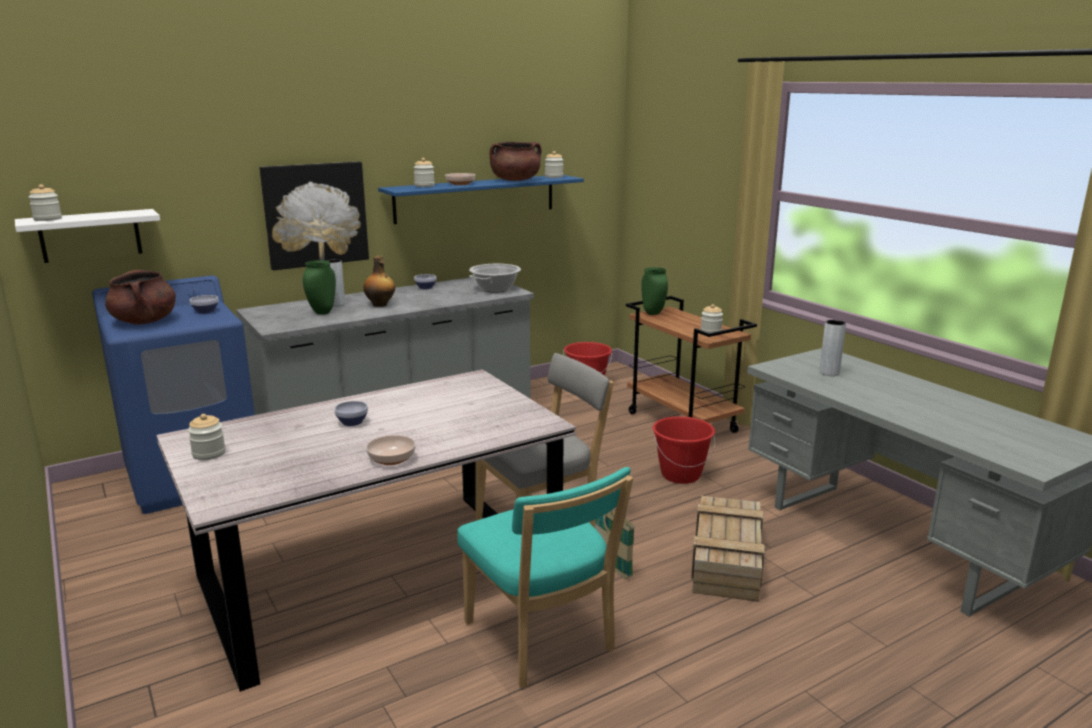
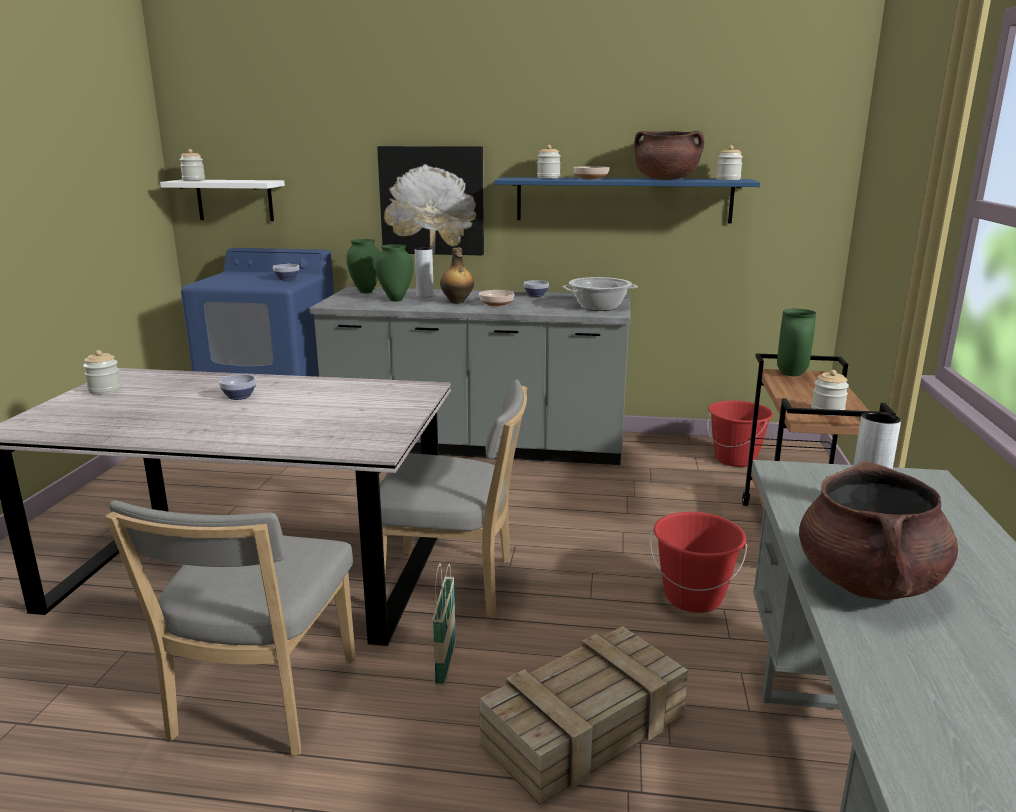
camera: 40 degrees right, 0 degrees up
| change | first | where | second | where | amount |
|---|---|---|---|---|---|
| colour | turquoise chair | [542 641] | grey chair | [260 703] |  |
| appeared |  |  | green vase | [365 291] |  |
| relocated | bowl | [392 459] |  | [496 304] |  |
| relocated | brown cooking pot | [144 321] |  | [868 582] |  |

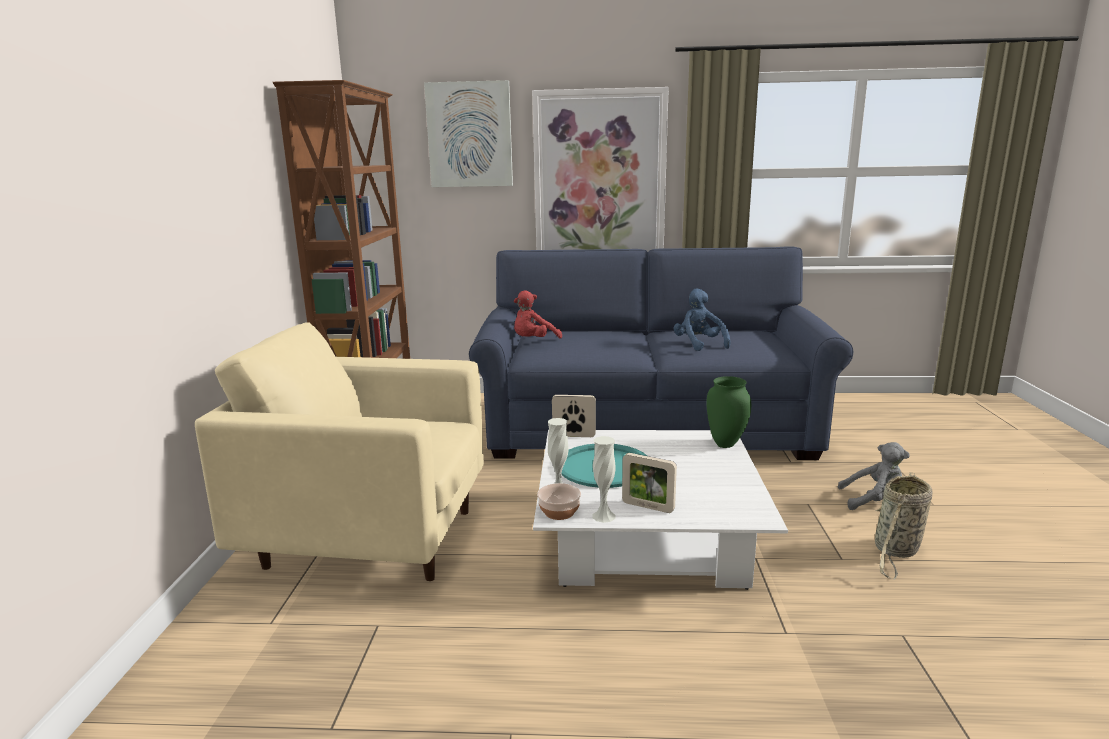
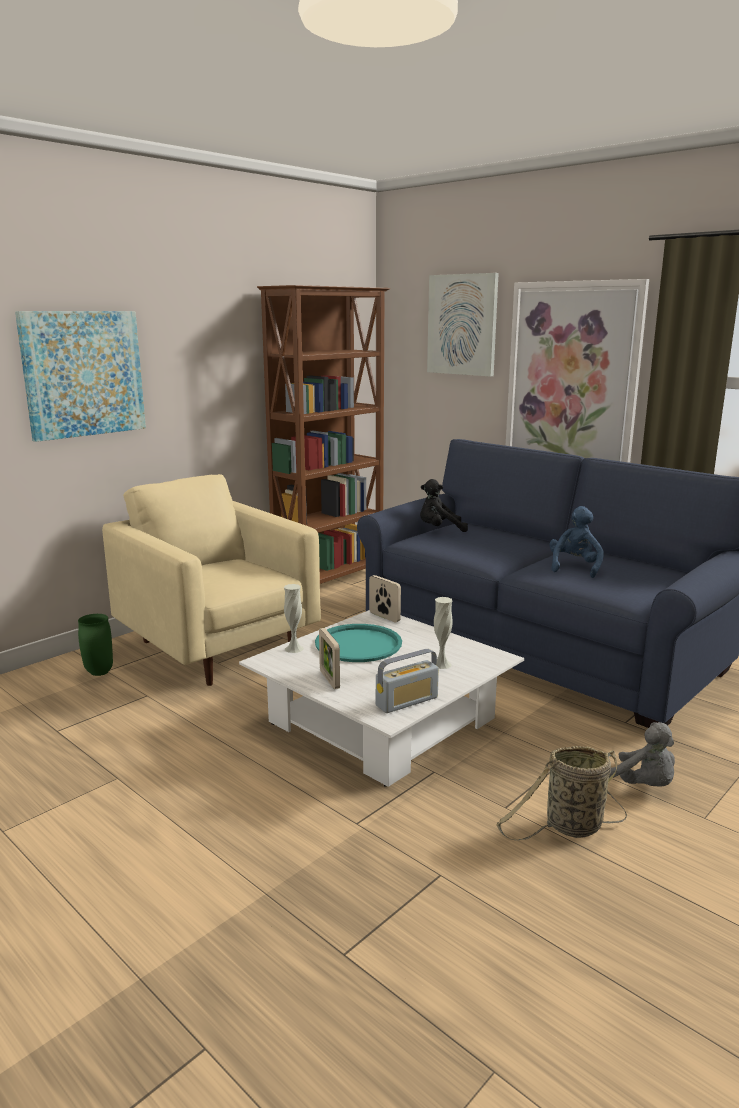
camera: 40 degrees right, 0 degrees up
| change | first | where | second | where | amount |
|---|---|---|---|---|---|
| appeared |  |  | picture | [83 374] |  |
| relocated | green vase | [725 444] |  | [98 672] |  |
| appeared |  |  | radio | [407 701] |  |
| colour | red plush toy | [533 341] | black plush toy | [440 530] |  |
| relocated | white vase | [603 516] |  | [441 664] |  |
| missing | bowl | [559 512] |  |  |  |

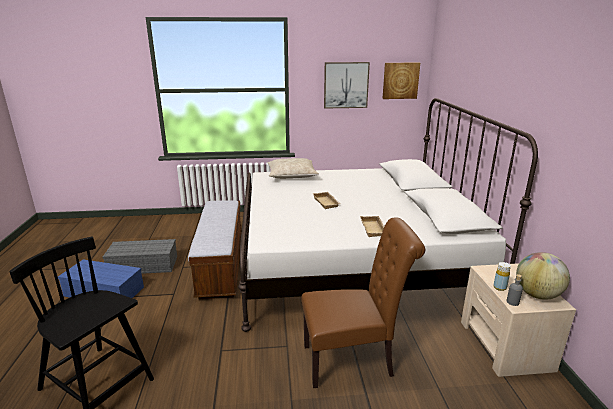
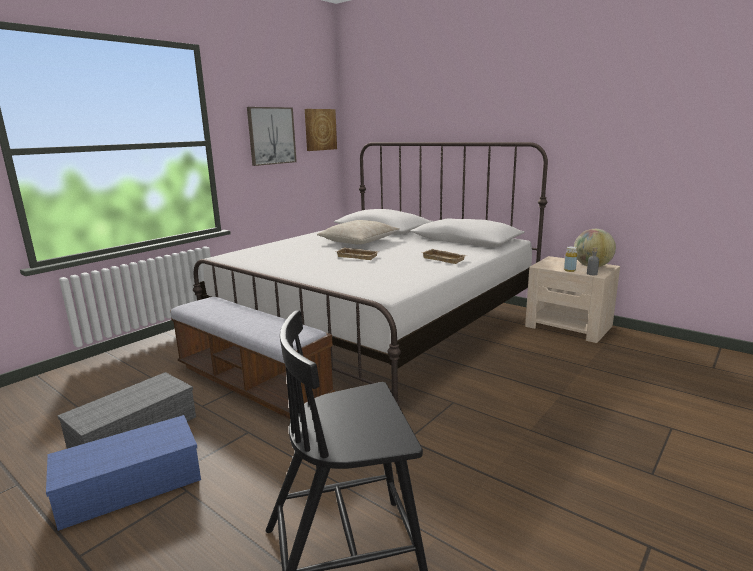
camera: 45 degrees left, 5 degrees down
| change | first | where | second | where | amount |
|---|---|---|---|---|---|
| relocated | beige pillow | [291 175] |  | [358 241] |  |
| missing | brown chair | [353 360] |  |  |  |

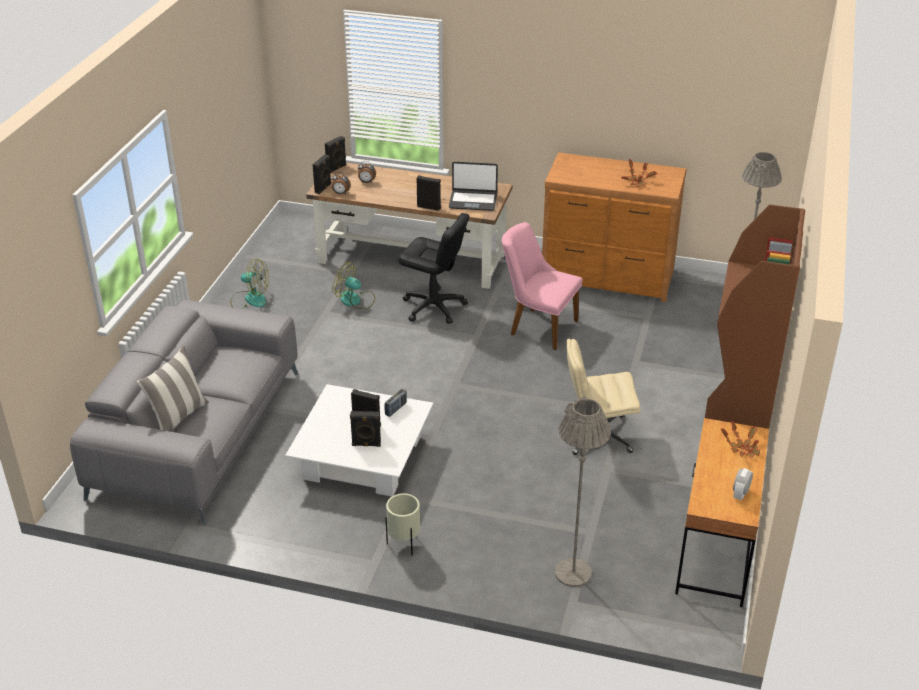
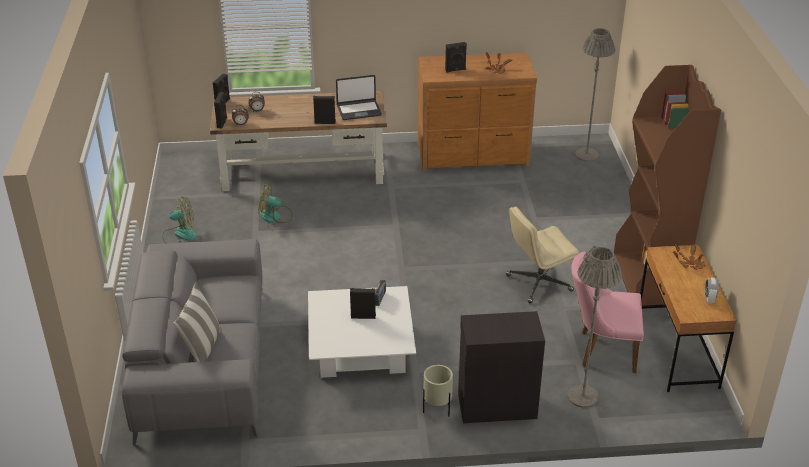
camera: 20 degrees left, 0 degrees up
| change | first | where | second | where | amount |
|---|---|---|---|---|---|
| relocated | black speaker | [366 445] |  | [455 70] |  |
| appeared |  |  | black cabinet | [496 405] |  |
| relocated | pink chair | [537 326] |  | [601 350] |  |
| missing | black office chair | [433 307] |  |  |  |

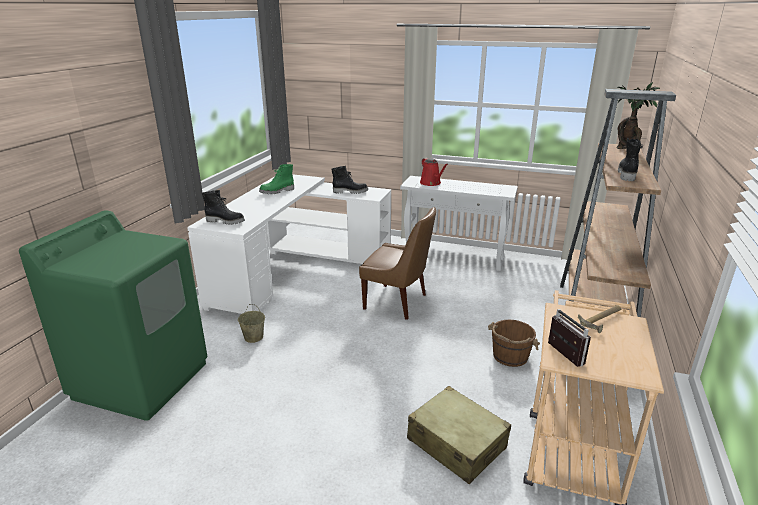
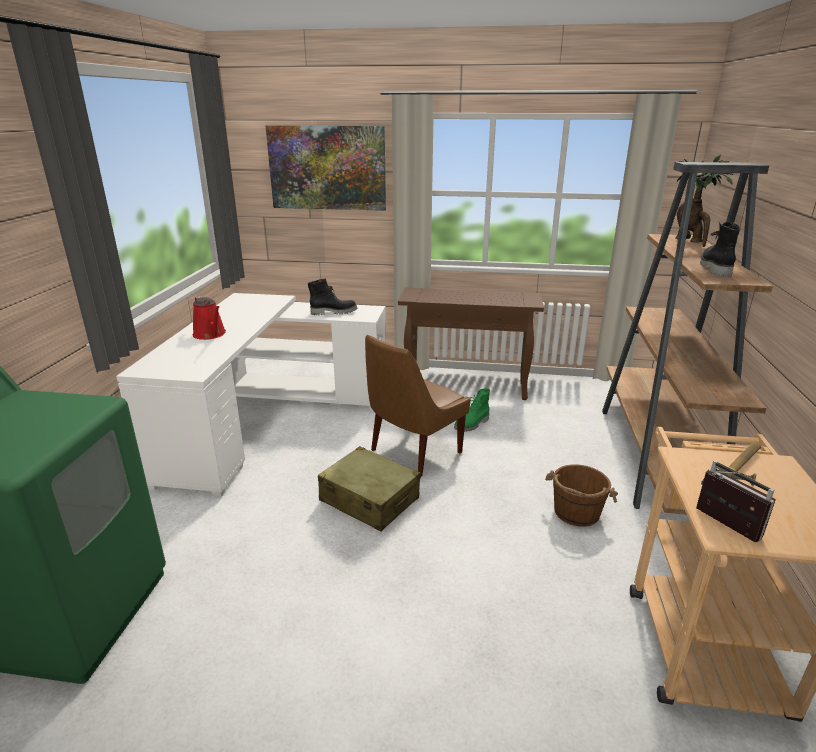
camera: 10 degrees left, 0 degrees up
| change | first | where | second | where | amount |
|---|---|---|---|---|---|
| relocated | red watering can | [431 183] |  | [210 334] |  |
| appeared |  |  | picture | [327 168] |  |
| relocated | beige suitcase | [456 444] |  | [369 500] |  |
| spun | brown chair | [397 302] |  | [413 452] | 120 degrees clockwise |
| colour | white console table | [455 258] | brown console table | [467 387] |  |
| relocated | green boot | [277 191] |  | [472 425] |  |
| missing | black boot | [226 221] |  |  |  |
| missing | beige bucket | [253 337] |  |  |  |

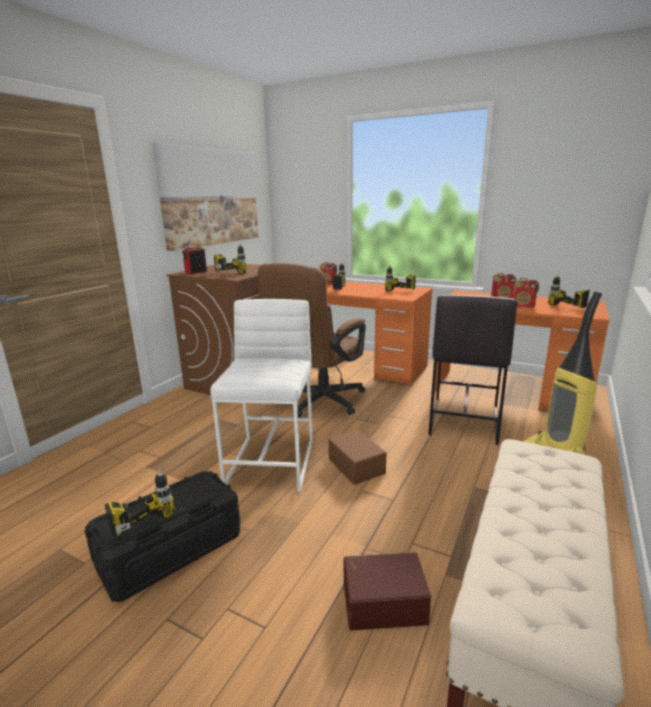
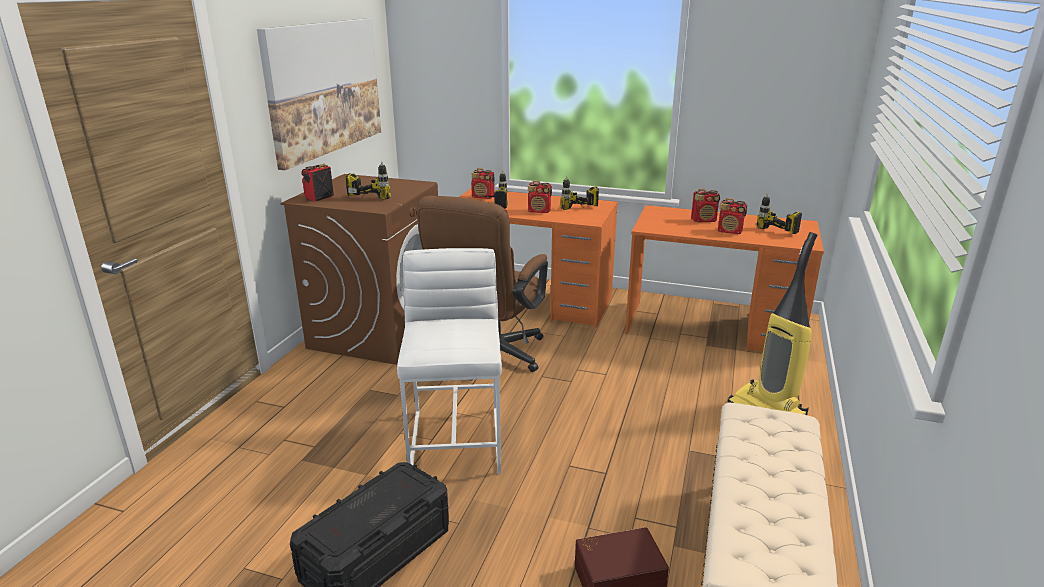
camera: 10 degrees left, 5 degrees up
| change | first | where | second | where | amount |
|---|---|---|---|---|---|
| appeared |  |  | radio | [539 211] |  |
| missing | power drill | [139 512] |  |  |  |
| missing | brown storage box | [357 465] |  |  |  |
| missing | grey stool | [463 421] |  |  |  |

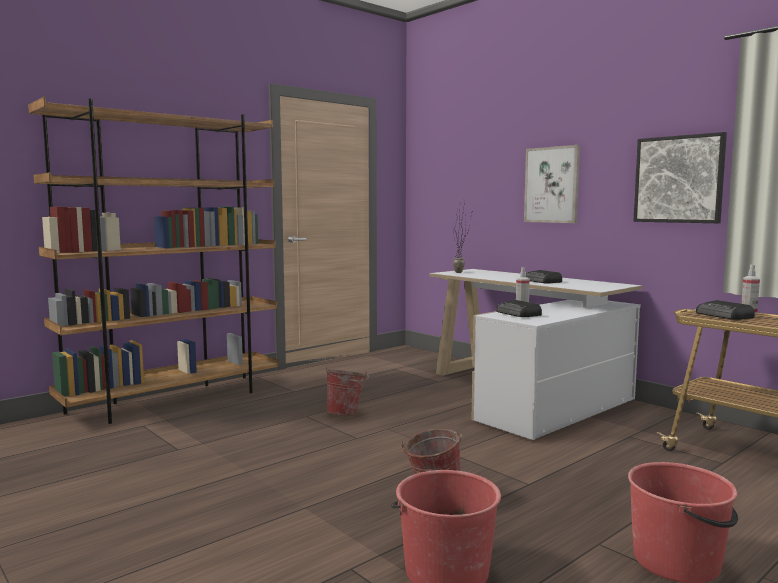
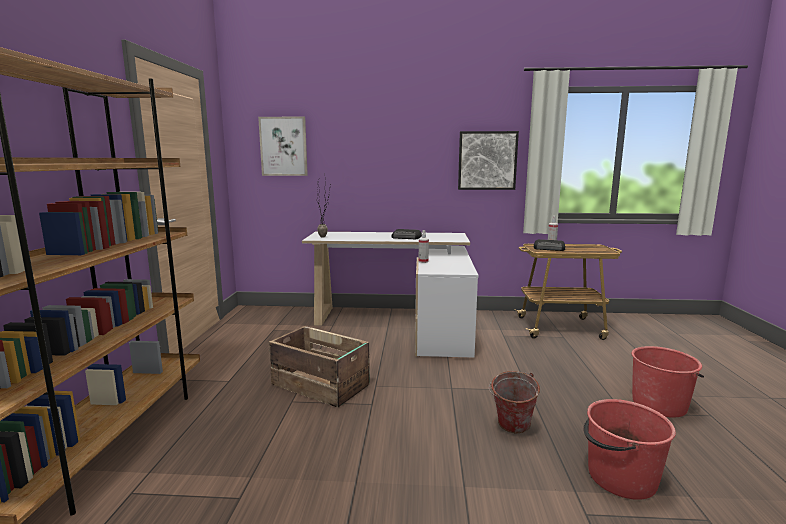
camera: 45 degrees left, 5 degrees up
| change | first | where | second | where | amount |
|---|---|---|---|---|---|
| relocated | picture | [552 185] |  | [283 146] |  |
| exchanged | bucket | [347 414] | crate | [321 385] |  |
| missing | radio | [519 314] |  |  |  |

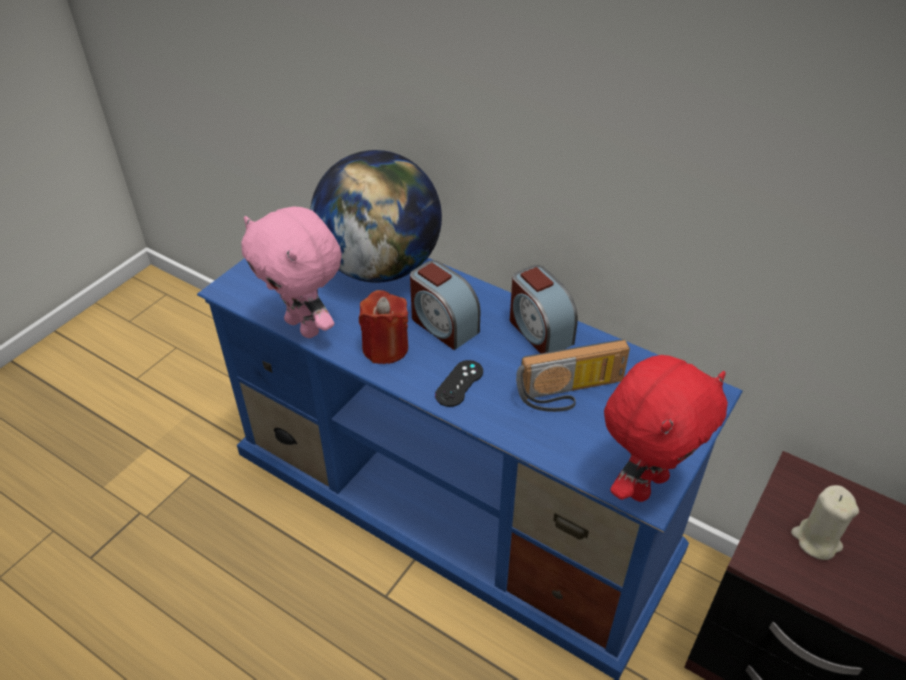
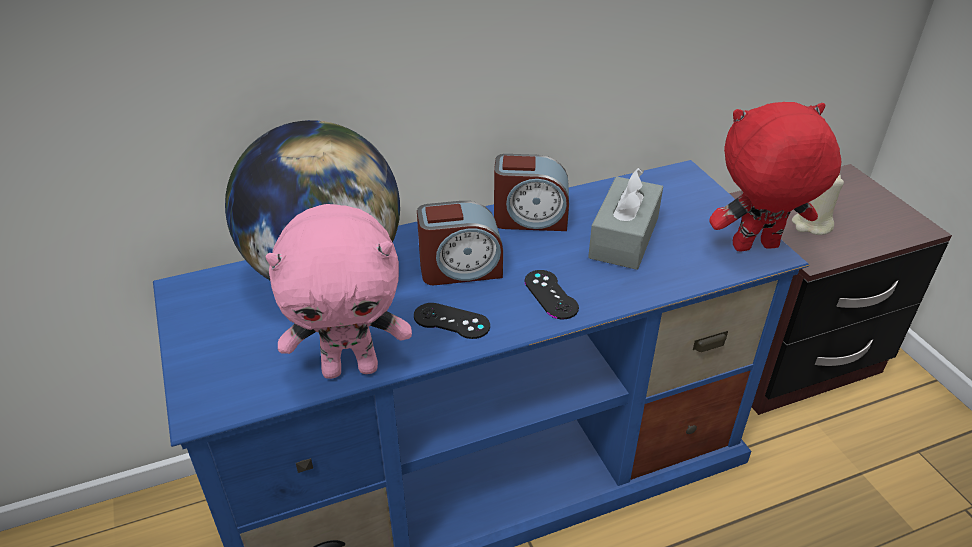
camera: 55 degrees left, 5 degrees down
| change | first | where | second | where | amount |
|---|---|---|---|---|---|
| exchanged | red candle | [385 348] | black game controller | [451 321] |  |
| exchanged | radio | [571 394] | grey tissue box | [624 238] |  |
| spun | red plush toy | [645 483] |  | [755 248] | 90 degrees counterclockwise |

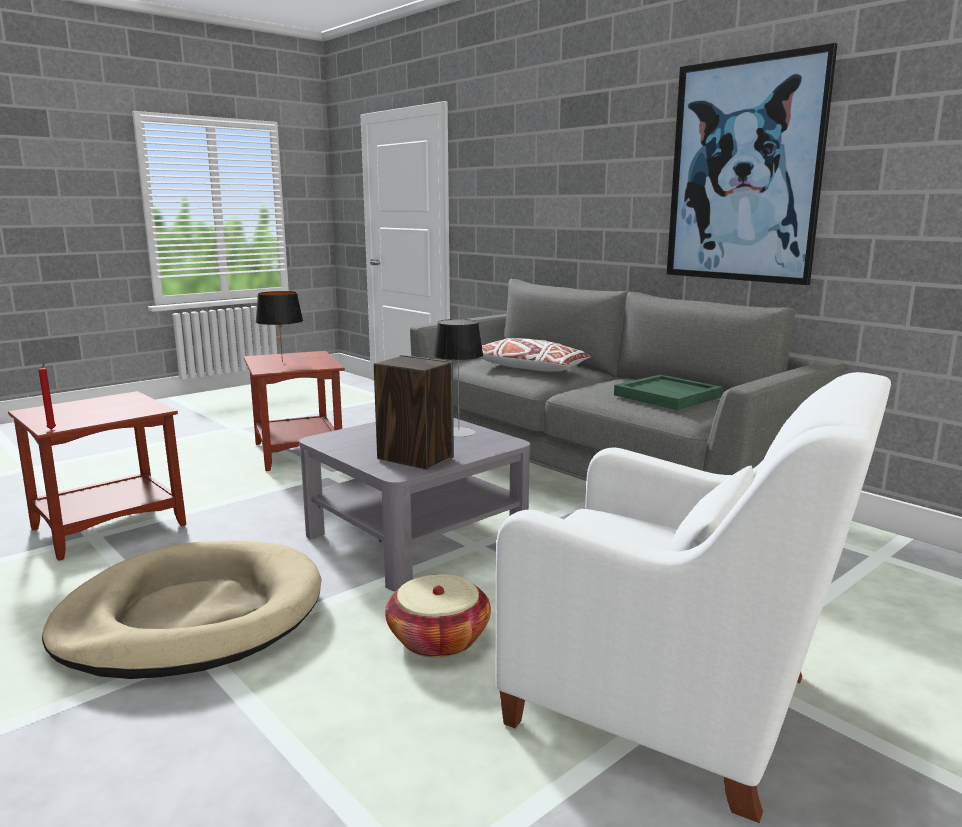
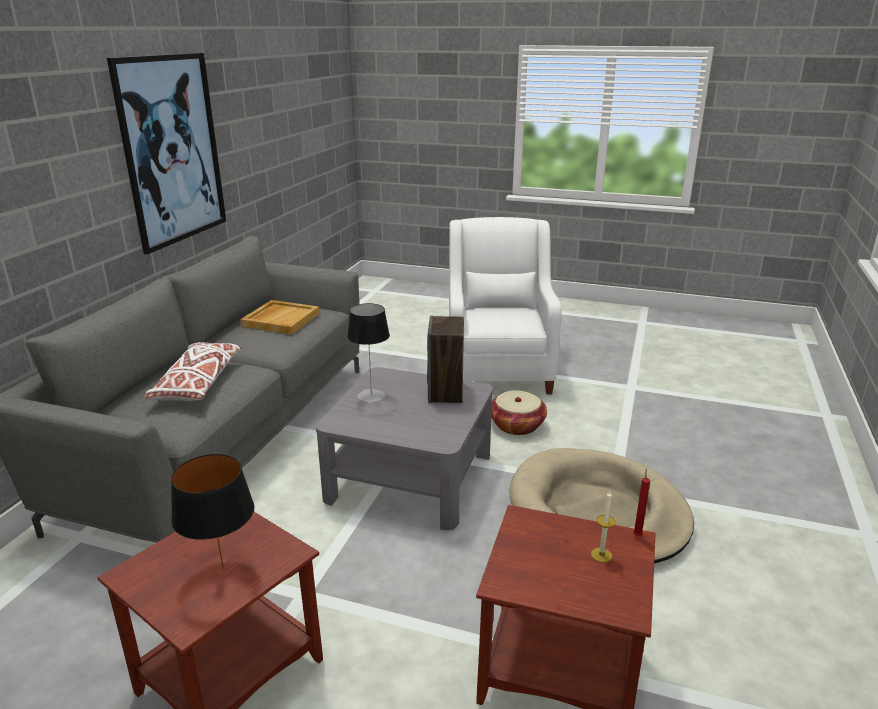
camera: 120 degrees left, 10 degrees up
| change | first | where | second | where | amount |
|---|---|---|---|---|---|
| colour | green tray | [668 396] | beige tray | [281 319] |  |
| appeared |  |  | candle | [601 555] |  |

